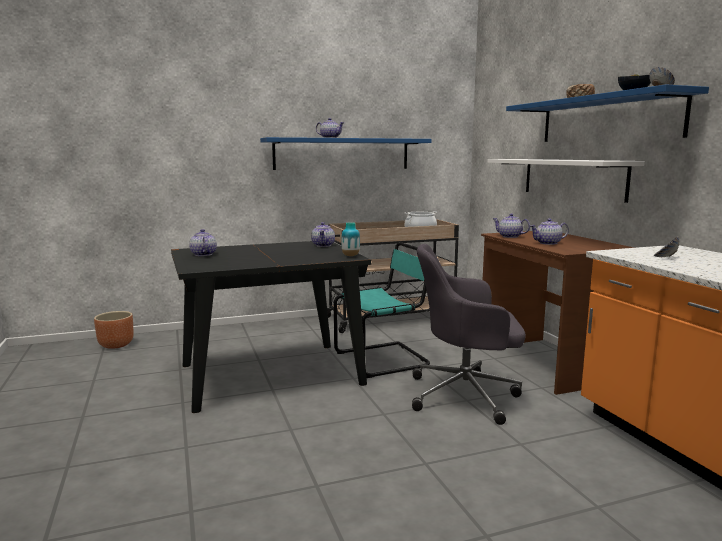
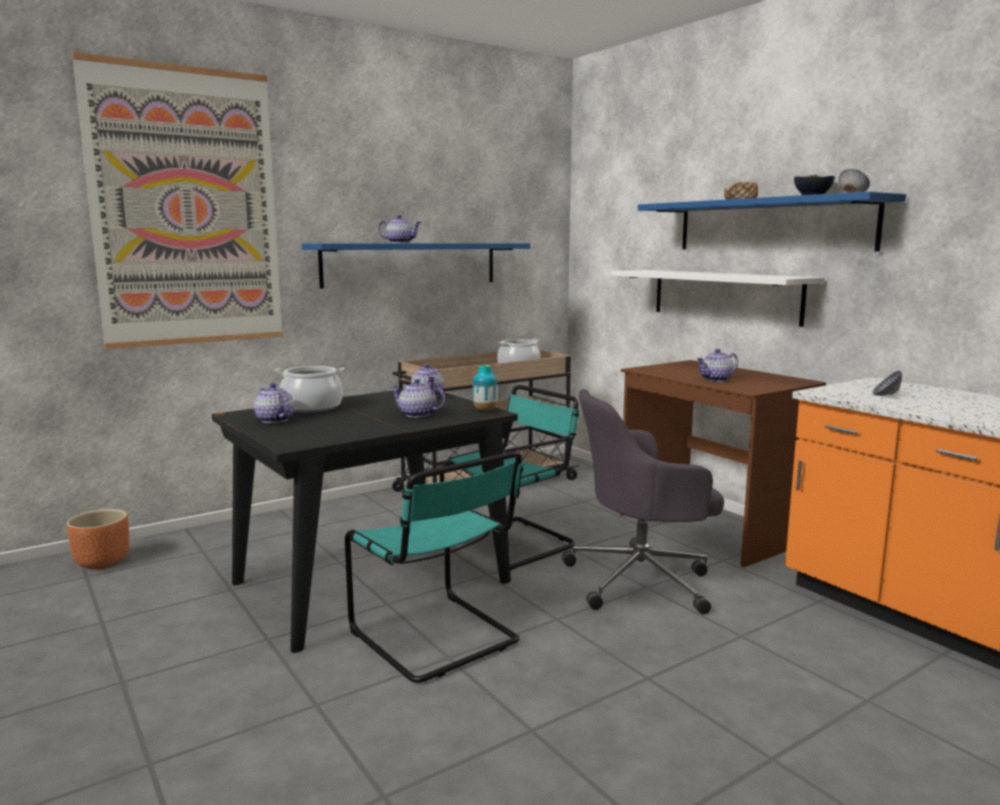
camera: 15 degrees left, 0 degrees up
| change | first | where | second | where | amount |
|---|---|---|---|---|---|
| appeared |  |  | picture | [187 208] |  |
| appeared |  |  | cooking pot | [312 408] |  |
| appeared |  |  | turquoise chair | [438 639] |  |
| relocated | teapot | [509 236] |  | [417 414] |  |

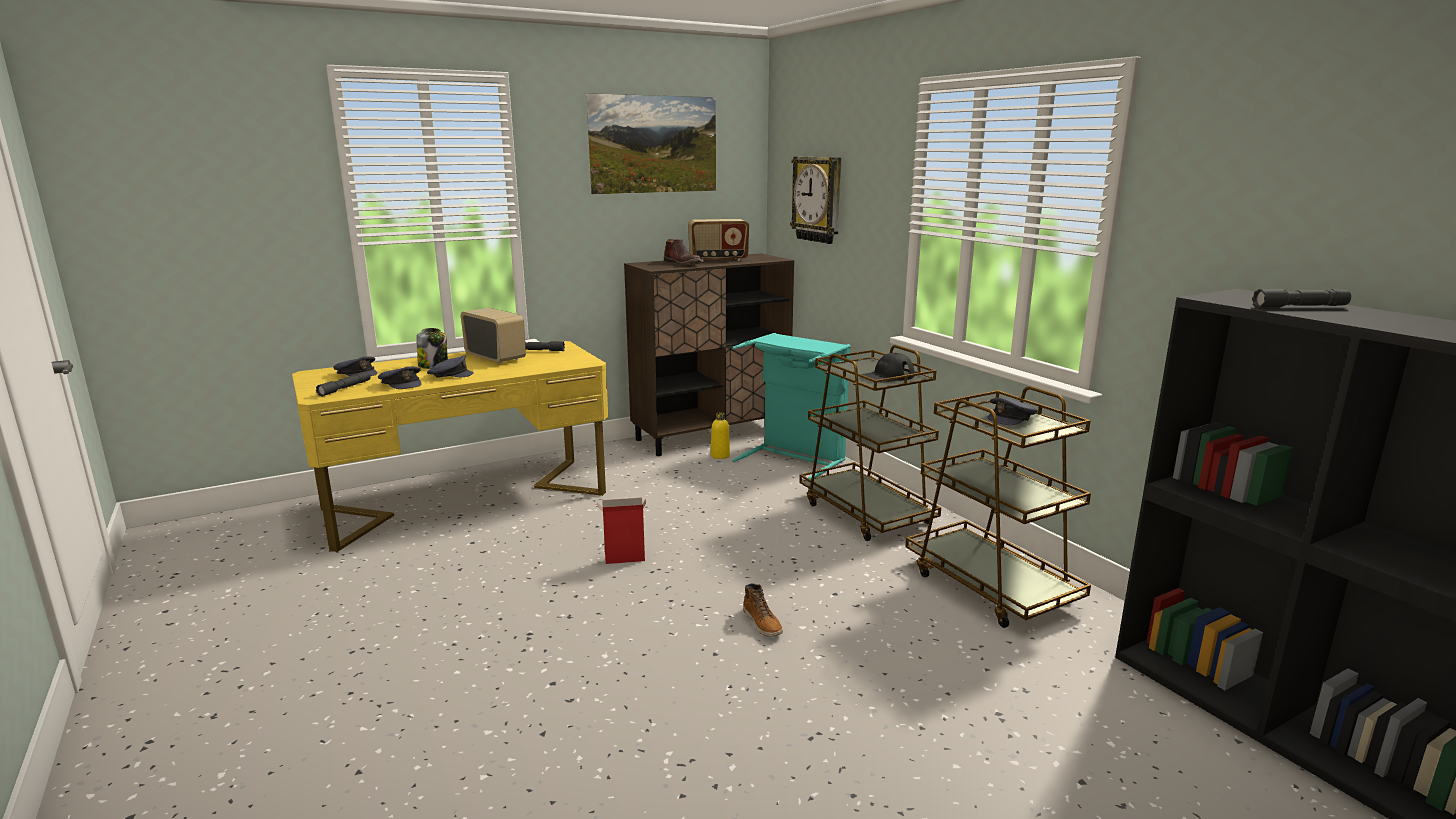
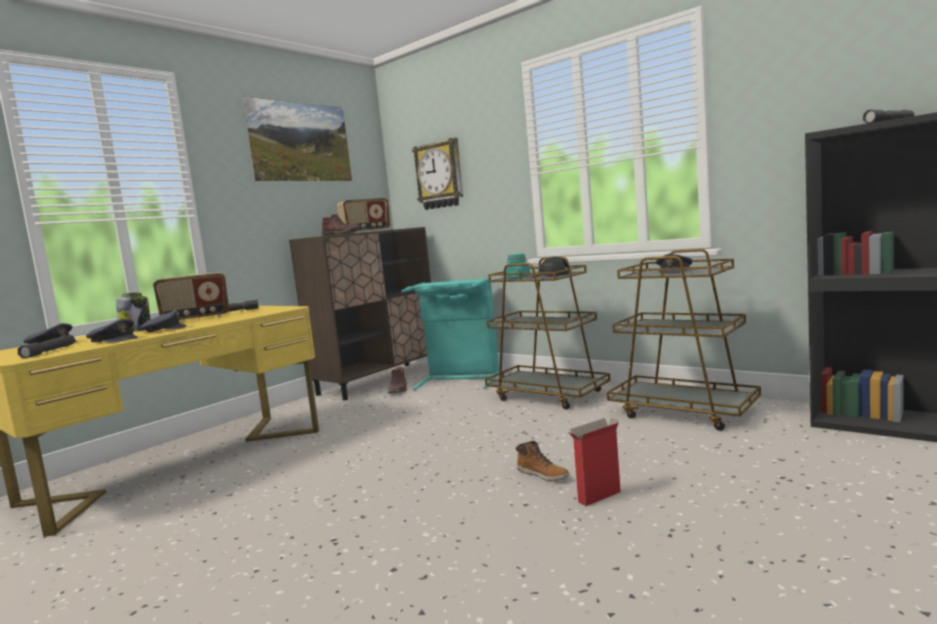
camera: 20 degrees left, 10 degrees down
| change | first | where | second | where | amount |
|---|---|---|---|---|---|
| spun | radio | [496 358] |  | [196 319] | 135 degrees clockwise |
| exchanged | yellow bottle | [720 456] | brown boot | [398 390] |  |
| appeared |  |  | turquoise jar | [518 277] |  |
| relocated | cardboard box | [624 560] |  | [598 497] |  |

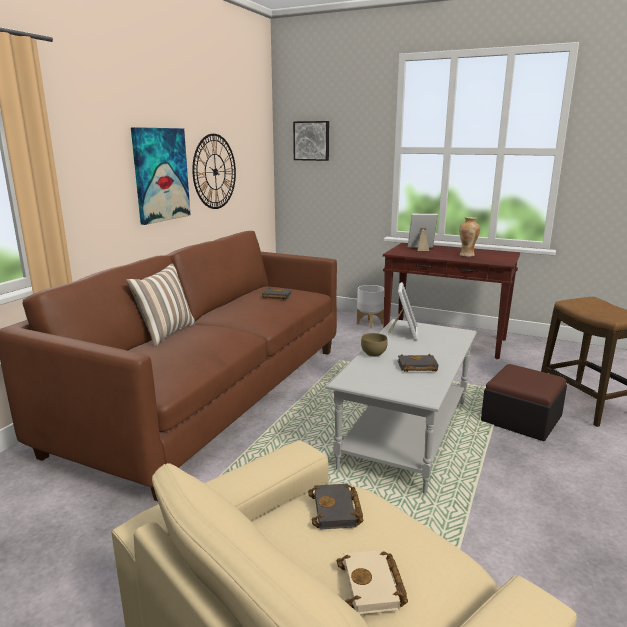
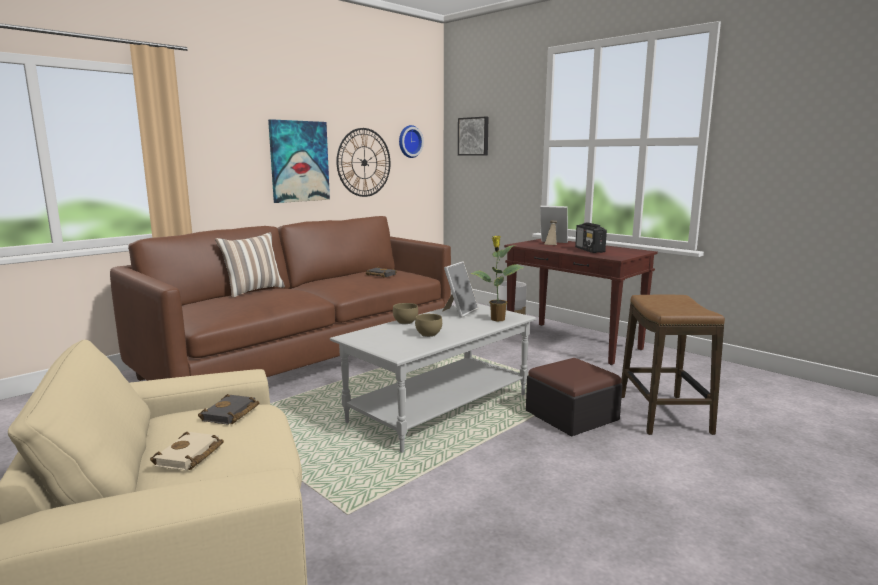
camera: 20 degrees right, 5 degrees down
| change | first | where | second | where | amount |
|---|---|---|---|---|---|
| appeared |  |  | wall clock | [409 141] |  |
| exchanged | black book | [416 367] | brown bowl | [427 335] |  |
| appeared |  |  | potted plant | [497 319] |  |
| exchanged | vase | [467 255] | radio | [589 250] |  |

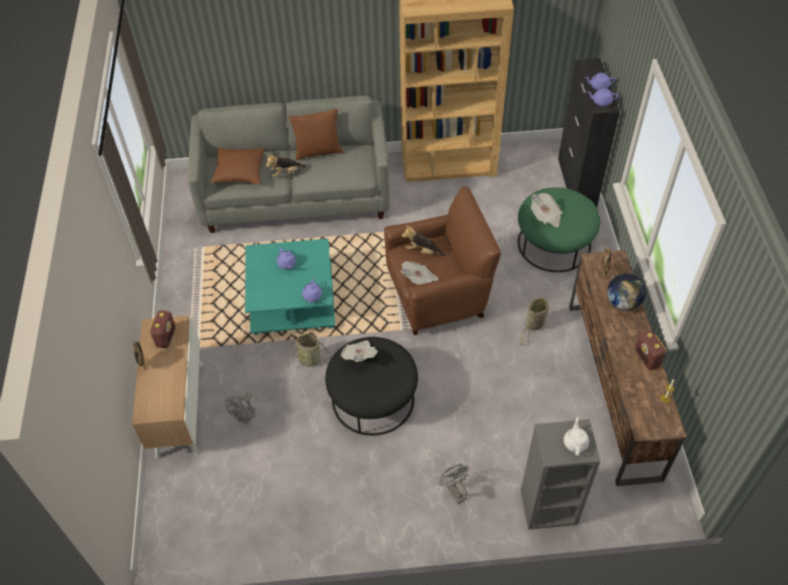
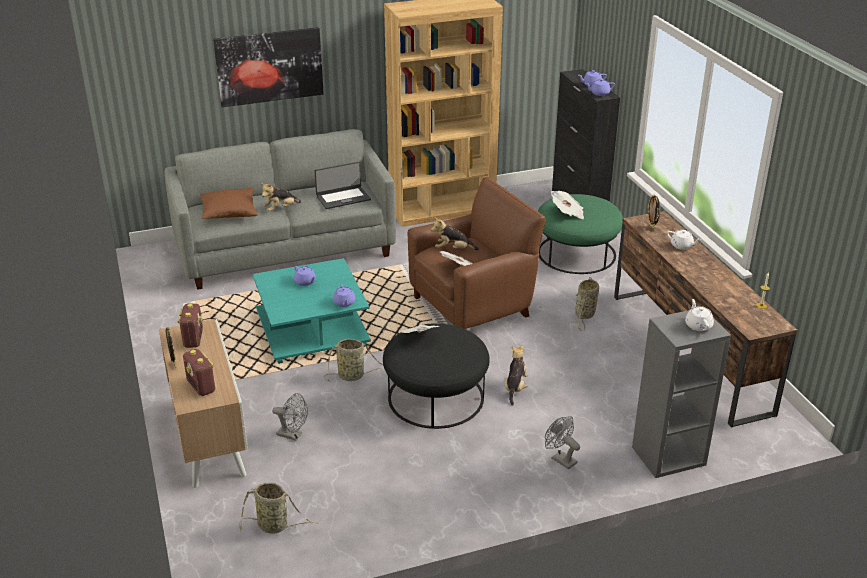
camera: 15 degrees left, 20 degrees down
| change | first | where | second | where | amount |
|---|---|---|---|---|---|
| relocated | radio | [647 358] |  | [201 387] |  |
| appeared |  |  | picture | [269 66] |  |
| appeared |  |  | basket | [275 526] |  |
| spun | grey fan | [246 418] |  | [293 435] | 75 degrees counterclockwise |
| appeared |  |  | laptop | [343 198] |  |
| appeared |  |  | plush toy | [515 388] |  |
| exchanged | globe | [623 303] | white teapot | [682 246] |  |
| missing | brown pillow | [318 152] |  |  |  |

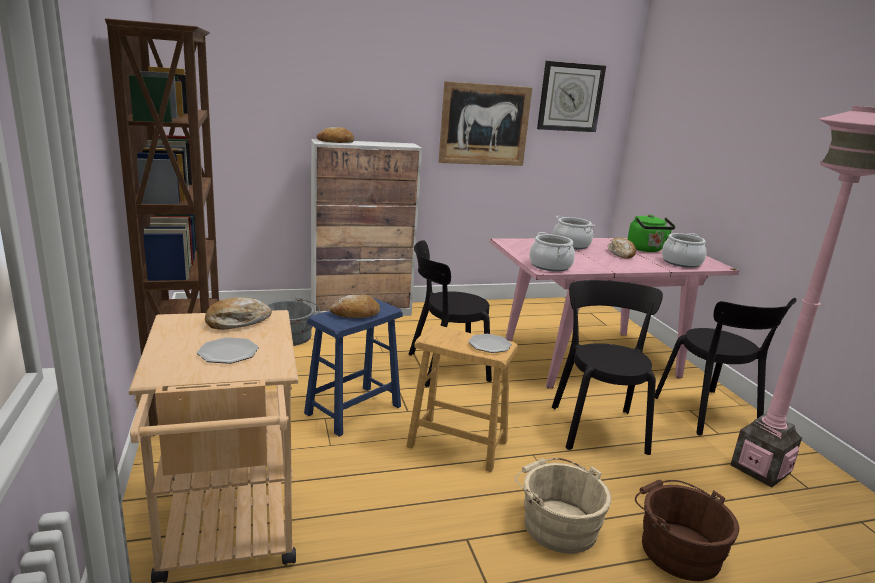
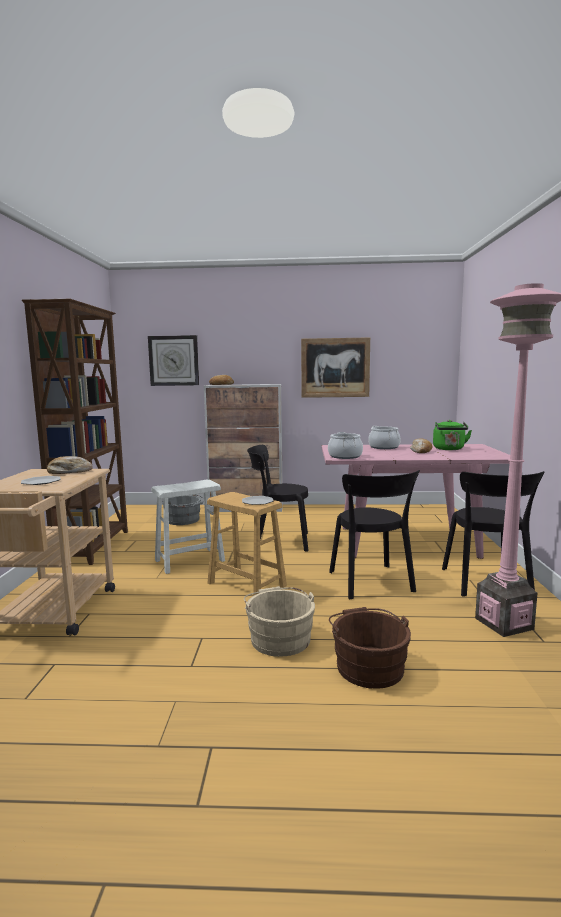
camera: 20 degrees right, 10 degrees down
| change | first | where | second | where | amount |
|---|---|---|---|---|---|
| relocated | wall clock | [570 97] |  | [174 360] |  |
| colour | blue stool | [353 410] | white stool | [189 560] |  |
| spun | black chair | [597 426] |  | [372 583] | 150 degrees clockwise |
| missing | bread | [356 314] |  |  |  |
| missing | cooking pot | [681 262] |  |  |  |

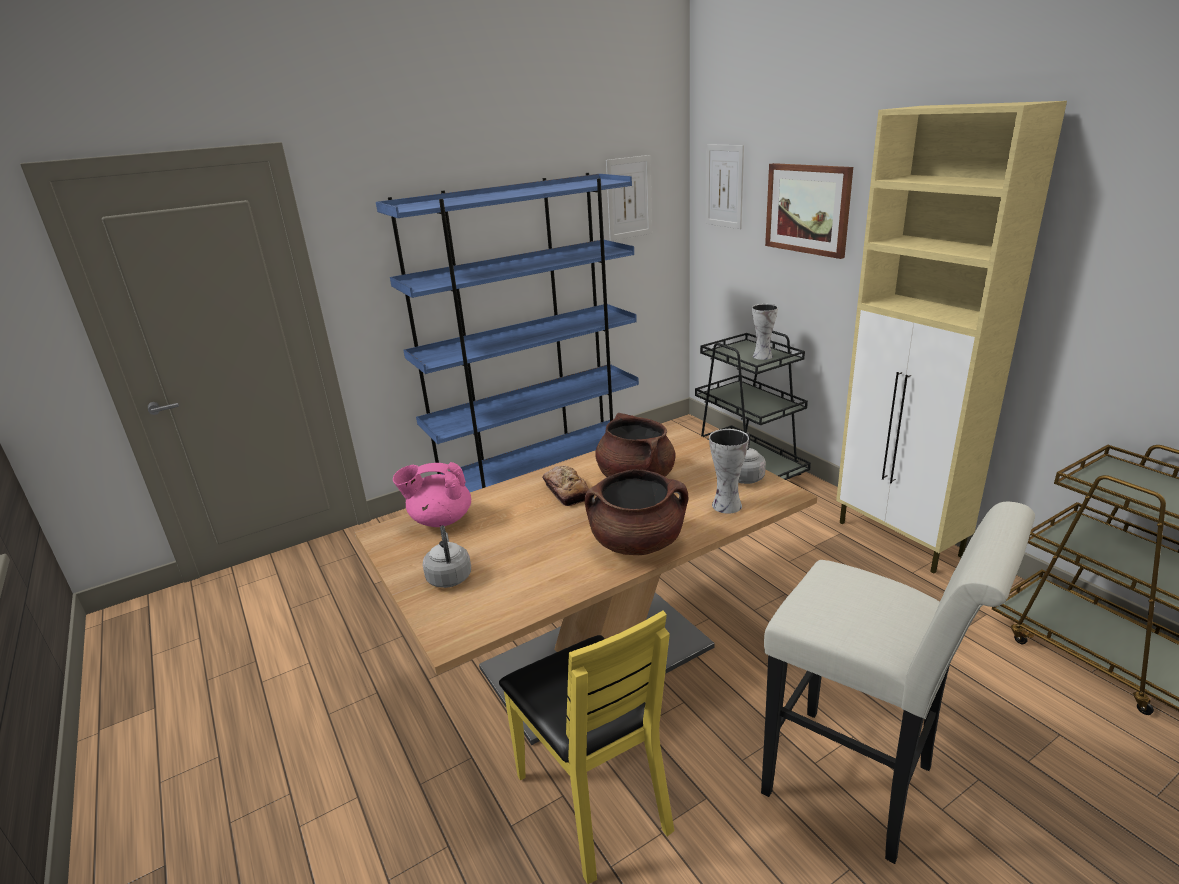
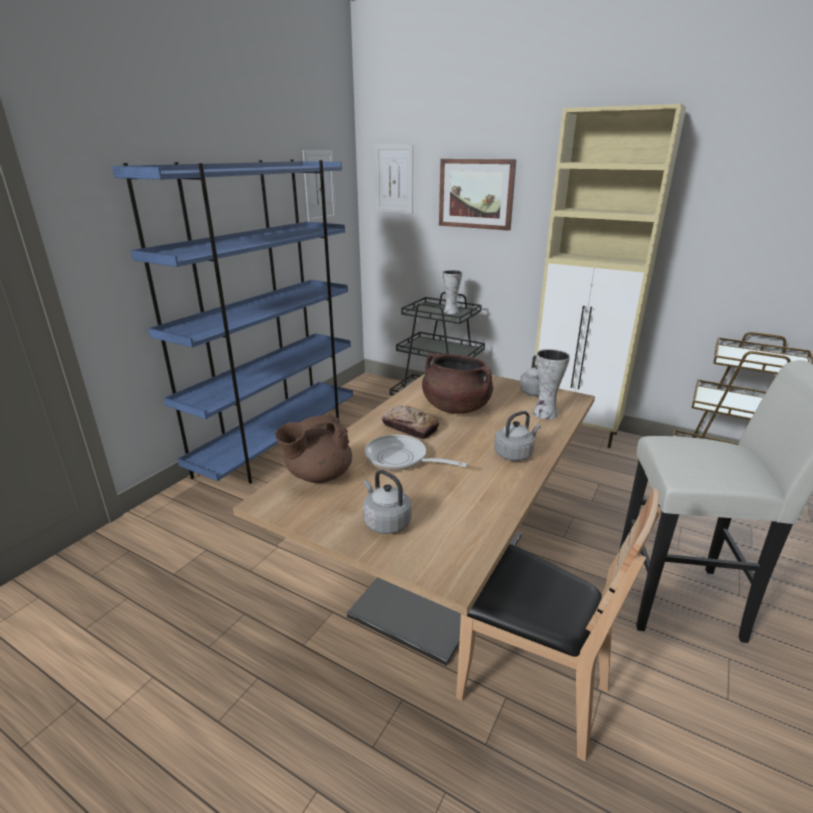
camera: 30 degrees left, 0 degrees up
| change | first | where | second | where | amount |
|---|---|---|---|---|---|
| colour | pink teapot | [440 520] | brown teapot | [318 476] |  |
| appeared |  |  | frying pan | [401 459] |  |
| colour | yellow chair | [594 799] | brown chair | [532 688] |  |
| exchanged | brown cooking pot | [637 543] | grey kettle | [514 454] |  |

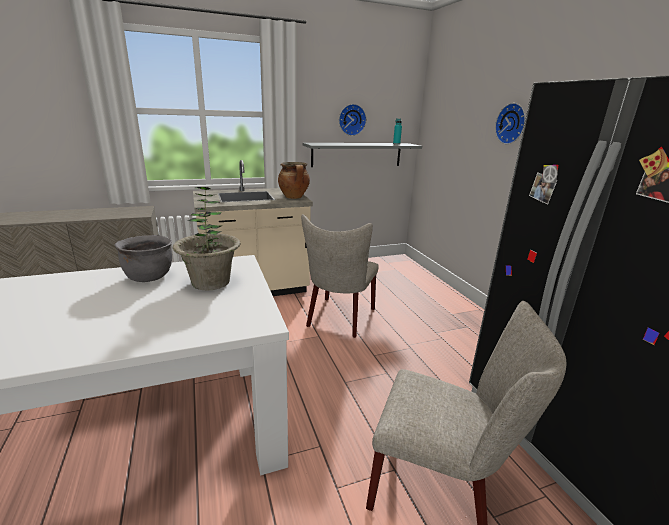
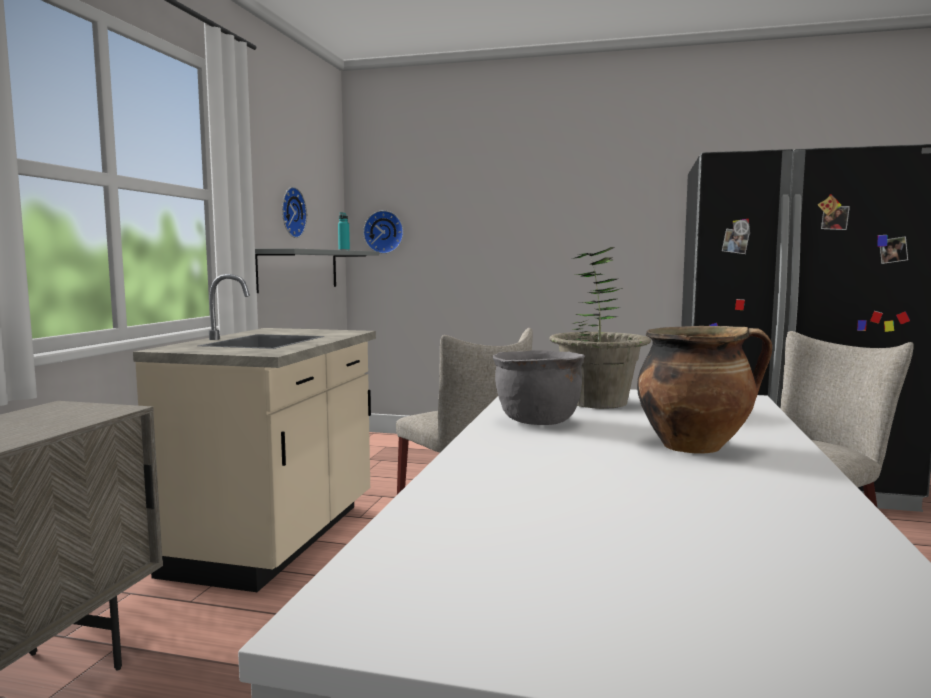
camera: 55 degrees left, 15 degrees down
| change | first | where | second | where | amount |
|---|---|---|---|---|---|
| relocated | wall clock | [512 124] |  | [384 232] |  |
| relocated | cooking pot | [294 197] |  | [696 446] |  |

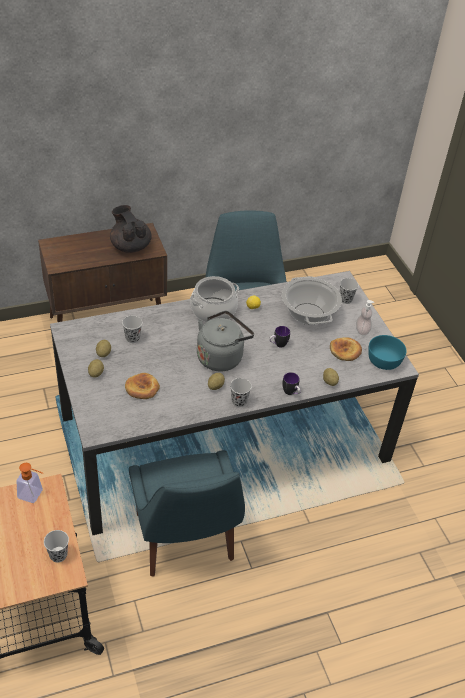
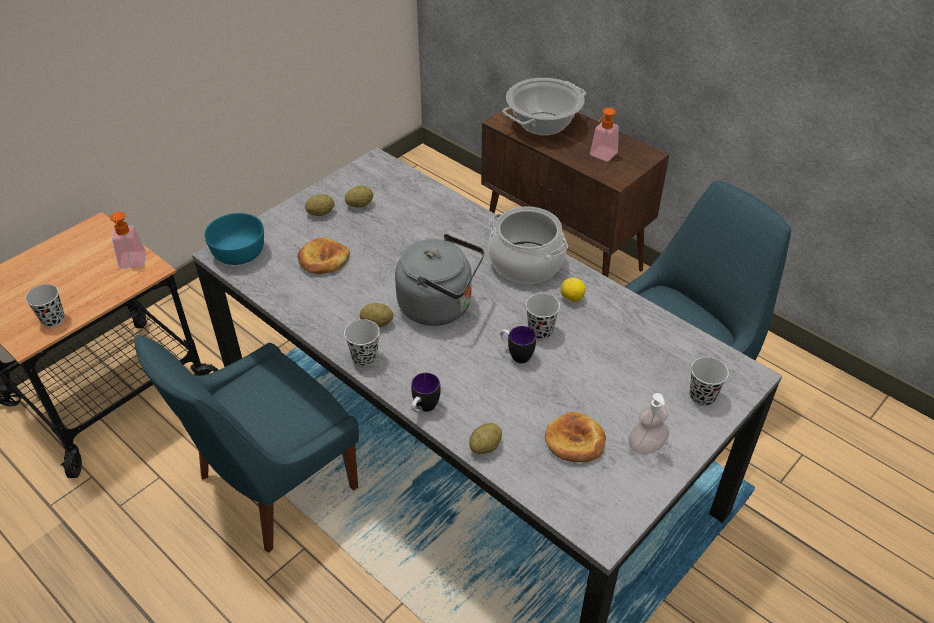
camera: 65 degrees right, 0 degrees up
| change | first | where | second | where | amount |
|---|---|---|---|---|---|
| relocated | turquoise bowl | [384 361] |  | [239 253] |  |
| relocated | cooking pot | [309 314] |  | [543 124] |  |
| relocated | black cup | [132 338] |  | [540 331] |  |
| exchanged | black teapot | [130 246] | soap dispenser | [601 156] |  |

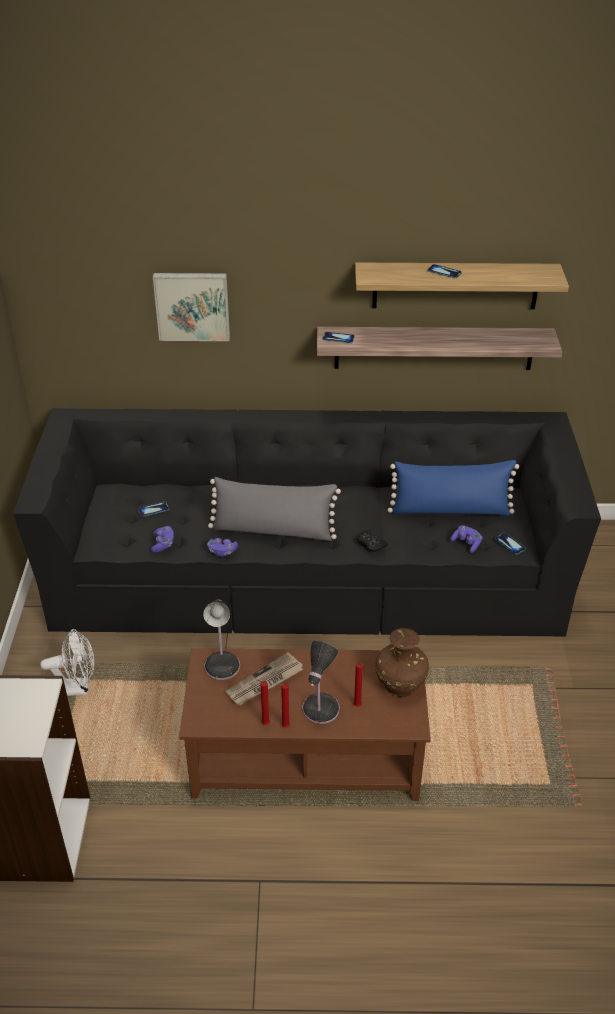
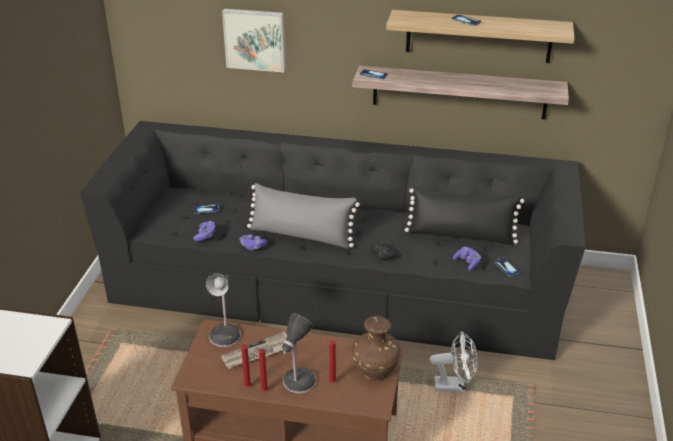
camera: 10 degrees right, 5 degrees down
| change | first | where | second | where | amount |
|---|---|---|---|---|---|
| colour | blue pillow | [450 510] | black pillow | [461 235] |  |
| relocated | white fan | [77 688] |  | [454 386] |  |

